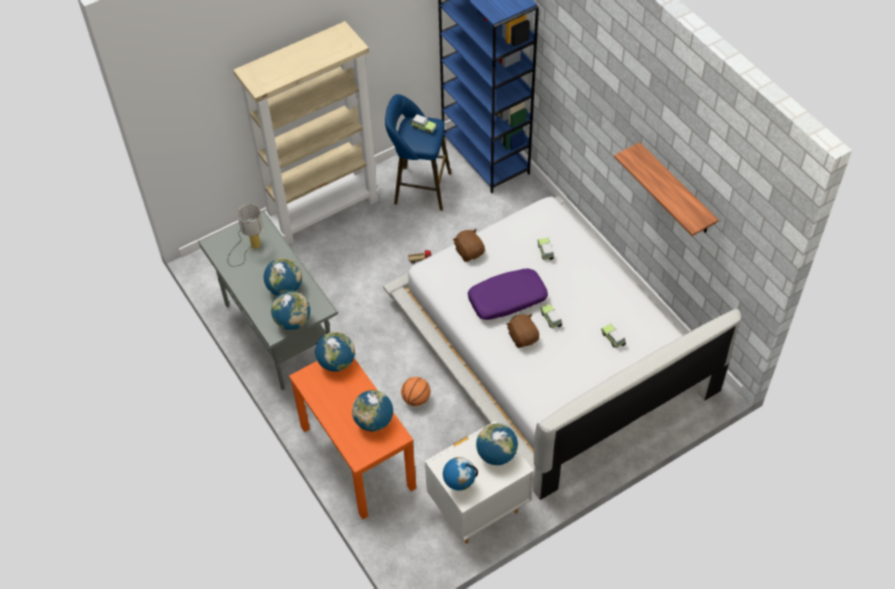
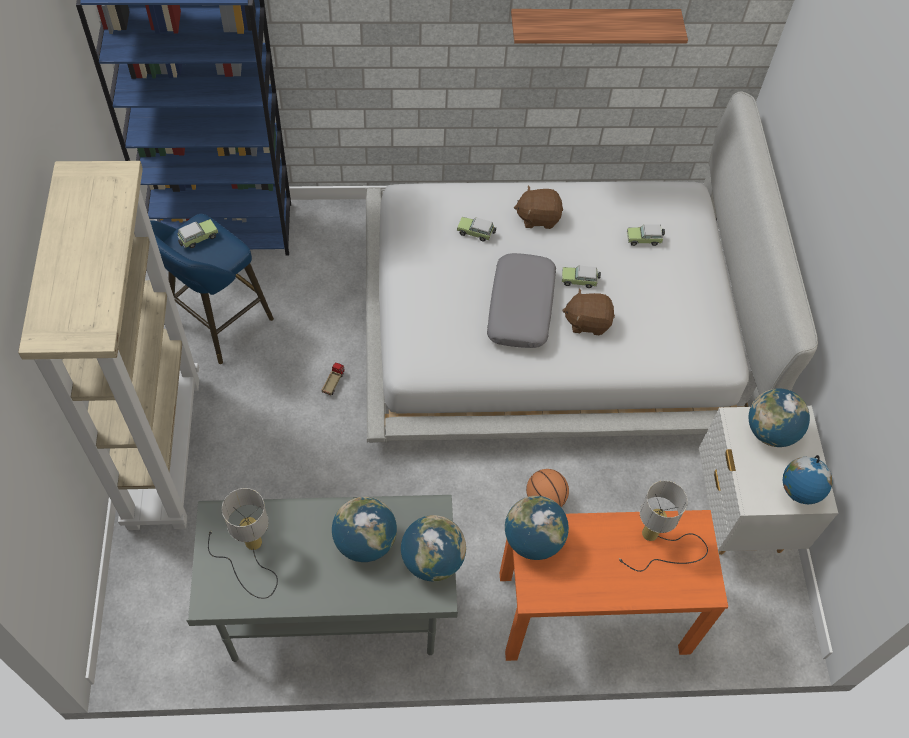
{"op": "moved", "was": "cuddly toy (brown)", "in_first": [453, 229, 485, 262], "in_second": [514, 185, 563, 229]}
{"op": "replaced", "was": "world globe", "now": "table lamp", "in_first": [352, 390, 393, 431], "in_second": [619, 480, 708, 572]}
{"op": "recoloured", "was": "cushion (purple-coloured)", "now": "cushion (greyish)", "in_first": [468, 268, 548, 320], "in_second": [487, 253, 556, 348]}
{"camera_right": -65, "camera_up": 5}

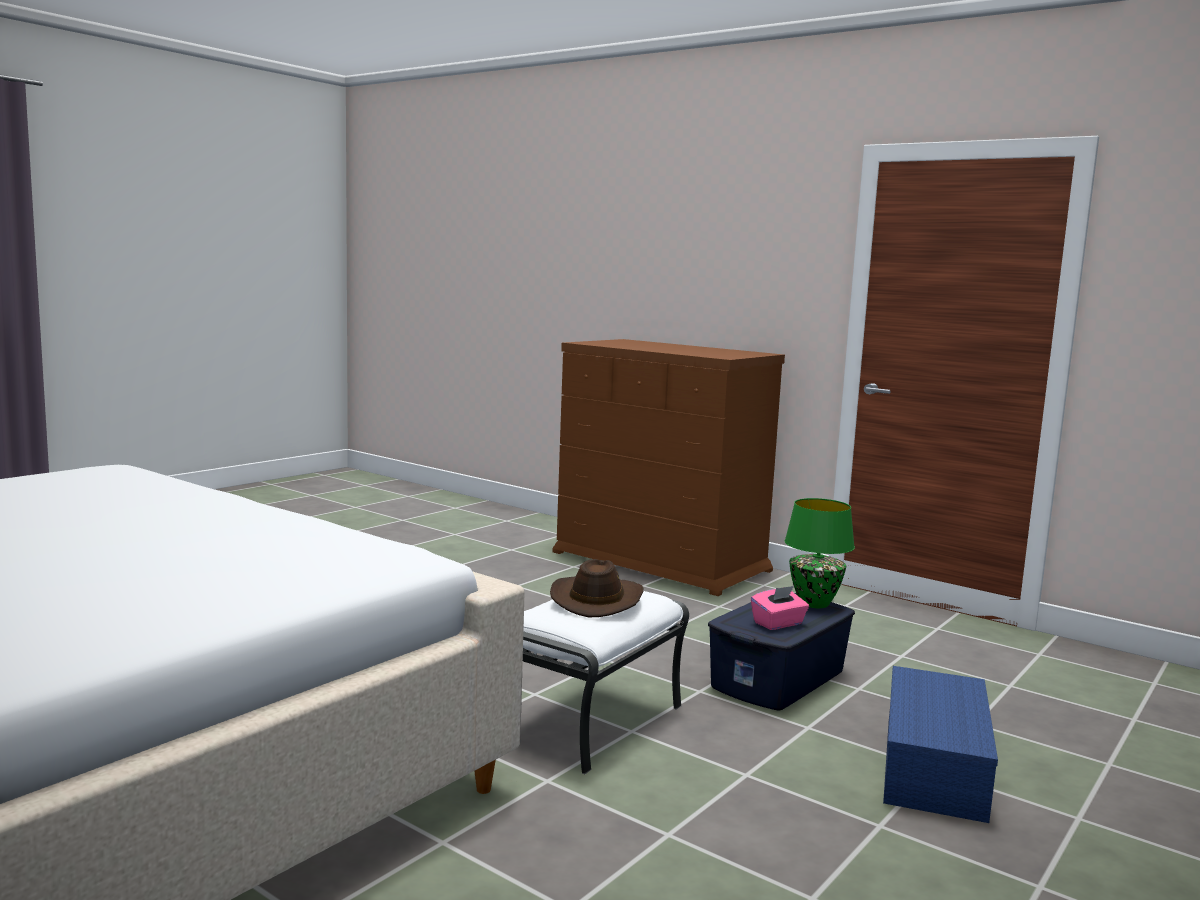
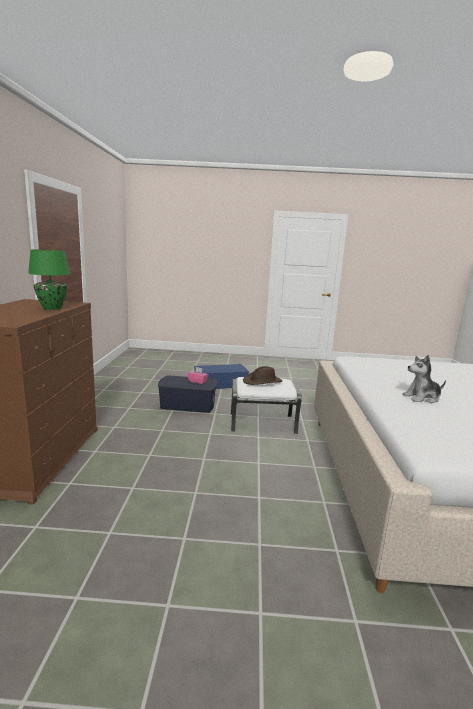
{"op": "added", "now": "cuddly toy", "in_second": [403, 355, 446, 403]}
{"op": "moved", "was": "table lamp (green)", "in_first": [785, 498, 855, 608], "in_second": [28, 250, 70, 310]}
{"camera_right": -125, "camera_up": 5}

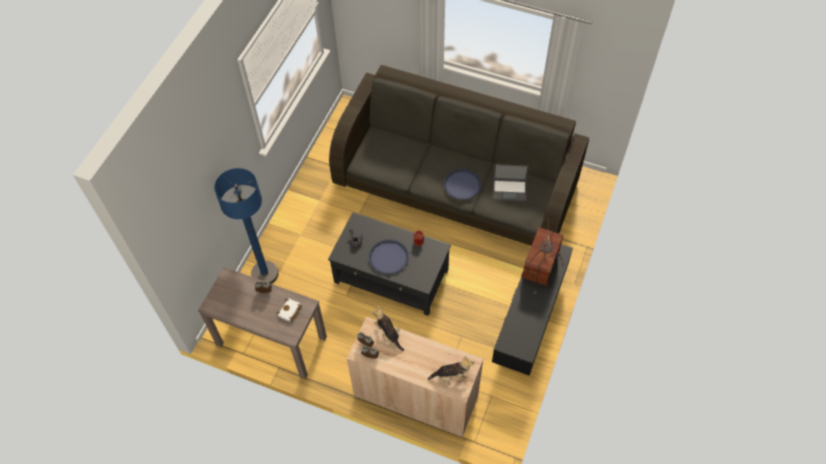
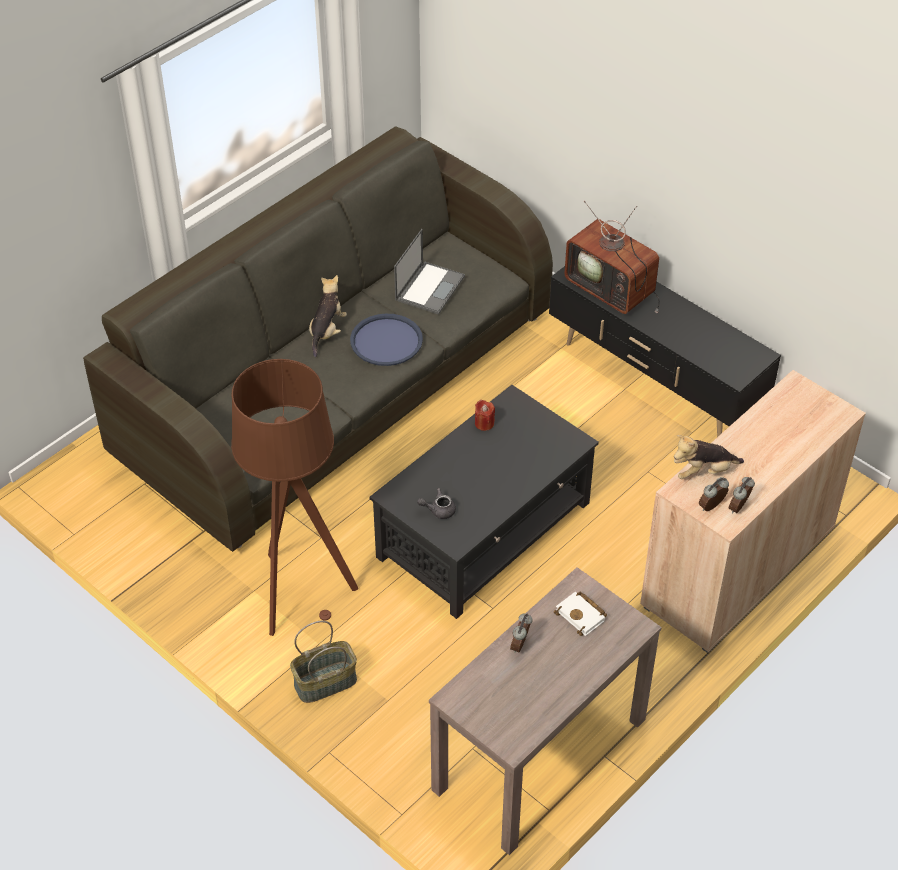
{"op": "removed", "was": "standard lamp (blue-coloured)", "in_first": [214, 168, 279, 284]}
{"op": "removed", "was": "serving tray (blue-coloured)", "in_first": [368, 239, 409, 275]}
{"op": "added", "now": "standard lamp (brown)", "in_second": [231, 359, 358, 636]}
{"op": "added", "now": "basket", "in_second": [290, 621, 357, 703]}
{"op": "moved", "was": "cuddly toy", "in_first": [428, 356, 474, 385], "in_second": [309, 275, 347, 357]}
{"camera_right": -70, "camera_up": -10}

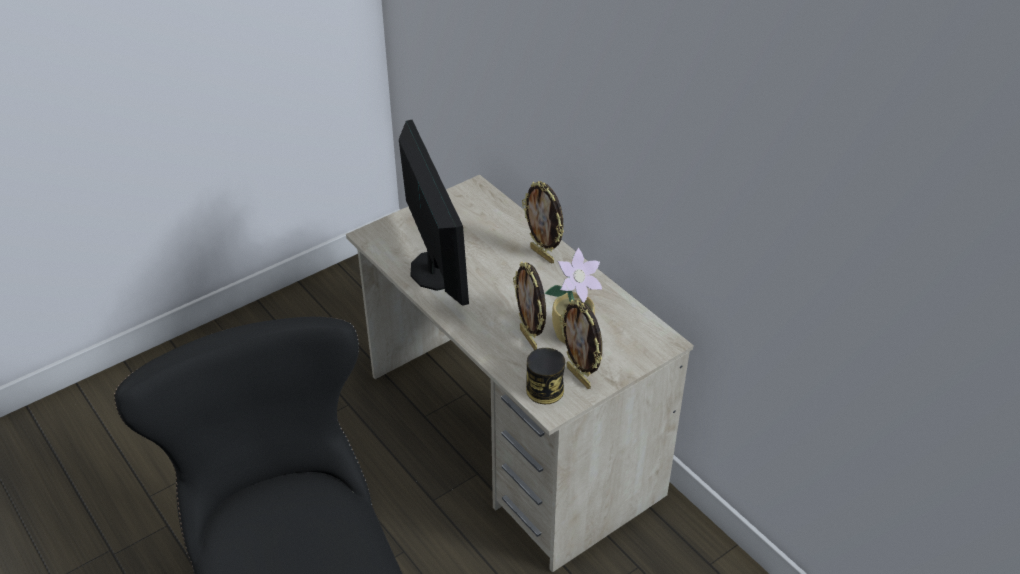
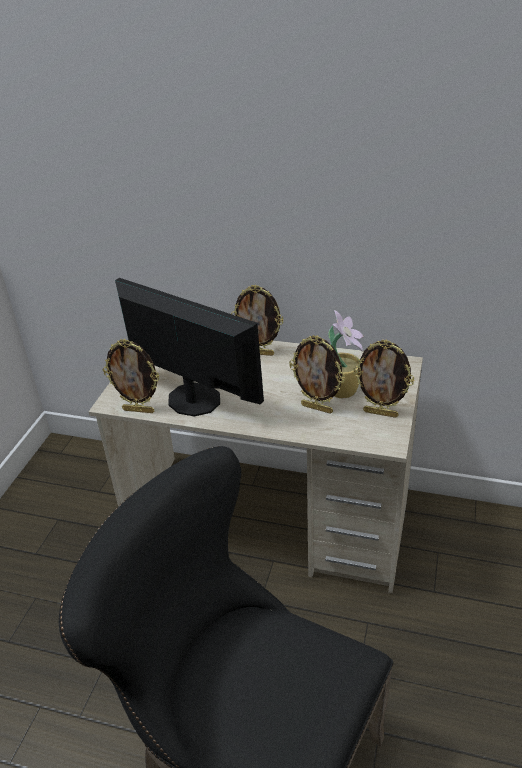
{"op": "removed", "was": "can", "in_first": [526, 348, 565, 404]}
{"op": "added", "now": "photo frame", "in_second": [103, 339, 159, 413]}
{"camera_right": -35, "camera_up": -5}

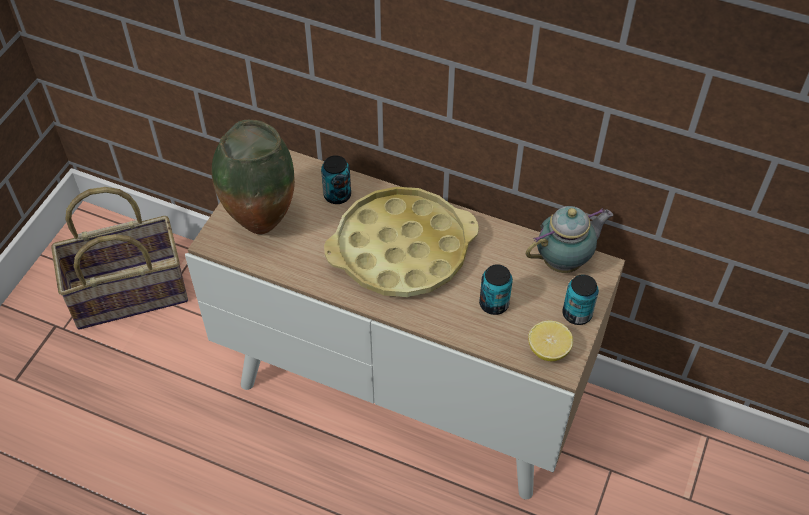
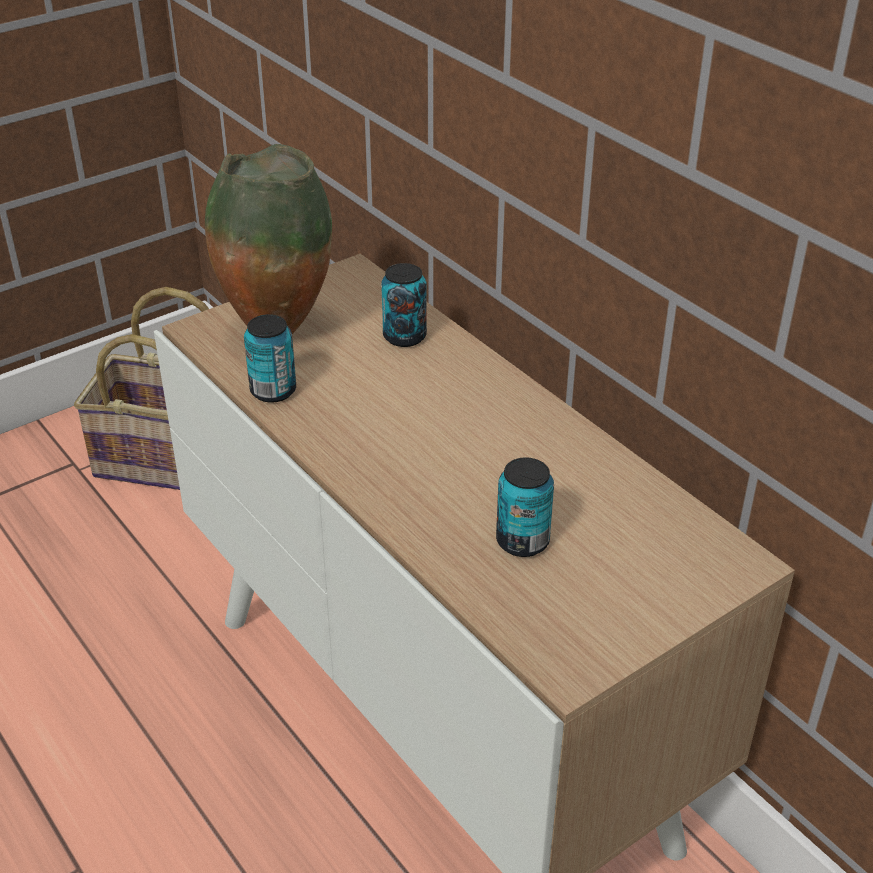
{"op": "removed", "was": "serving tray (yellow-coloured)", "in_first": [324, 187, 479, 297]}
{"op": "removed", "was": "pot for tea", "in_first": [526, 206, 613, 273]}
{"op": "removed", "was": "whole lemon", "in_first": [528, 321, 573, 361]}
{"op": "moved", "was": "can", "in_first": [562, 274, 599, 325], "in_second": [244, 314, 296, 403]}
{"camera_right": 30, "camera_up": -15}

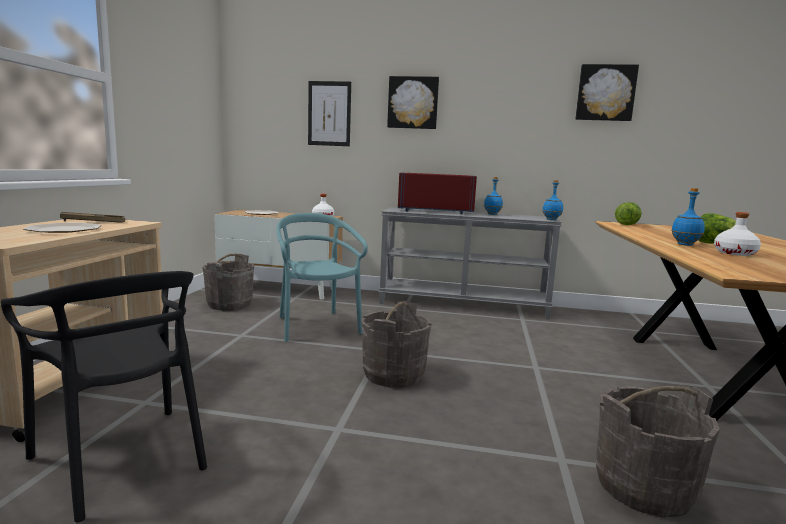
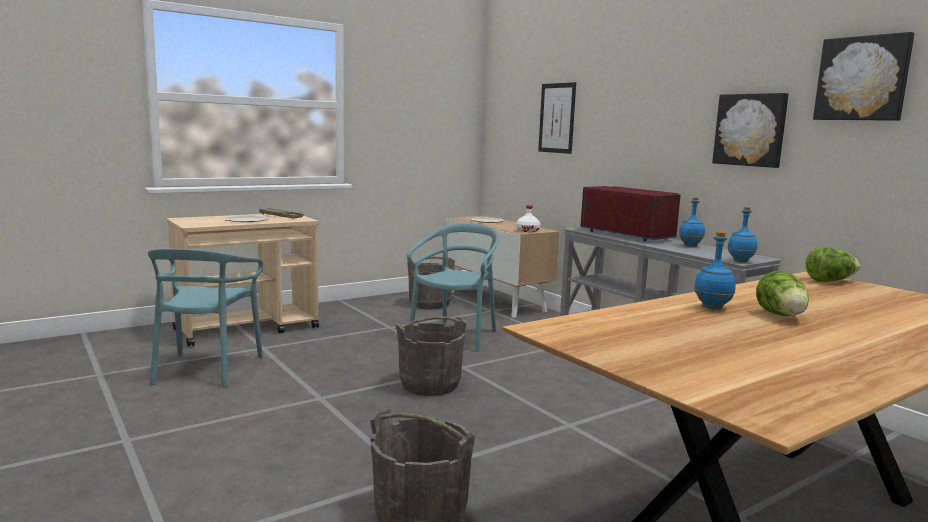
{"op": "removed", "was": "drink bottle (whitish)", "in_first": [714, 212, 761, 256]}
{"op": "moved", "was": "wall picture", "in_first": [387, 76, 439, 129], "in_second": [712, 93, 789, 168]}
{"op": "recoloured", "was": "plain chair (black-coloured)", "now": "plain chair (turquoise)", "in_first": [1, 271, 207, 522], "in_second": [148, 249, 263, 387]}
{"camera_right": 45, "camera_up": 0}

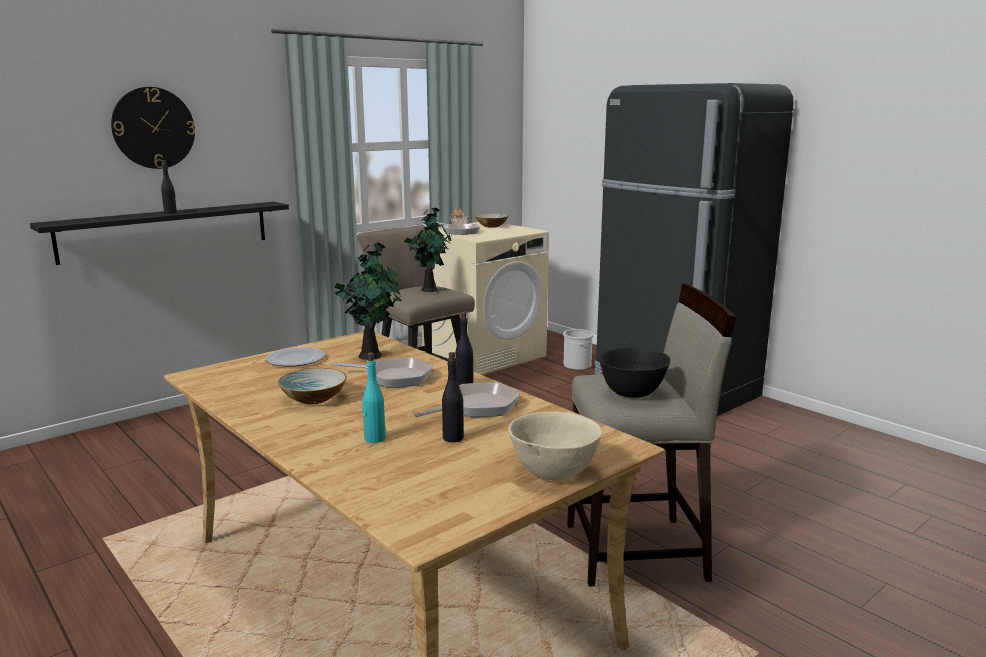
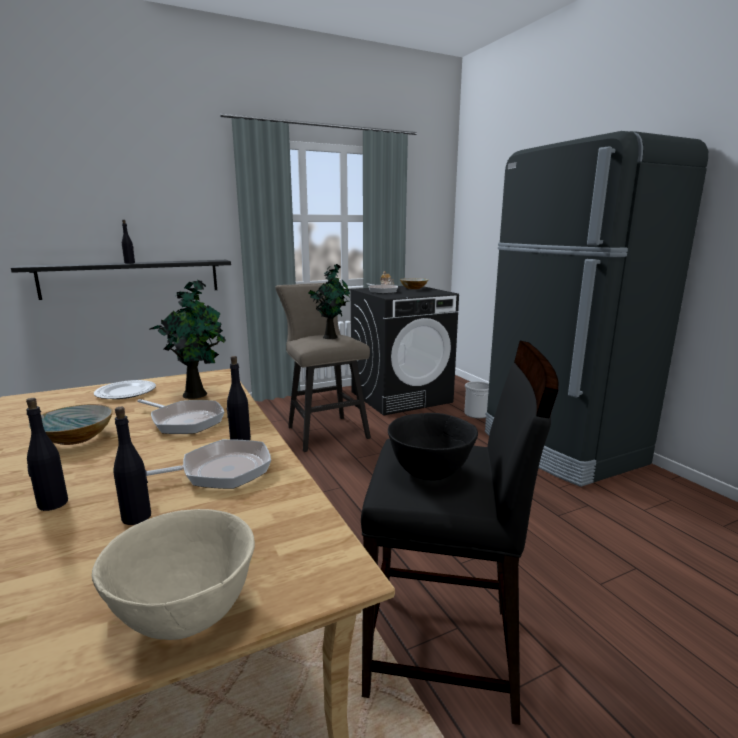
{"op": "removed", "was": "wall clock", "in_first": [111, 87, 195, 169]}
{"op": "recoloured", "was": "drink bottle (turquoise)", "now": "drink bottle (black-coloured)", "in_first": [362, 352, 386, 443], "in_second": [26, 398, 68, 511]}
{"op": "recoloured", "was": "laundry appliance (beige)", "now": "laundry appliance (black-coloured)", "in_first": [421, 222, 549, 375], "in_second": [349, 286, 459, 416]}
{"op": "recoloured", "was": "stool seat (beige)", "now": "stool seat (black-coloured)", "in_first": [567, 284, 737, 587], "in_second": [361, 341, 558, 725]}
{"camera_right": 15, "camera_up": 0}

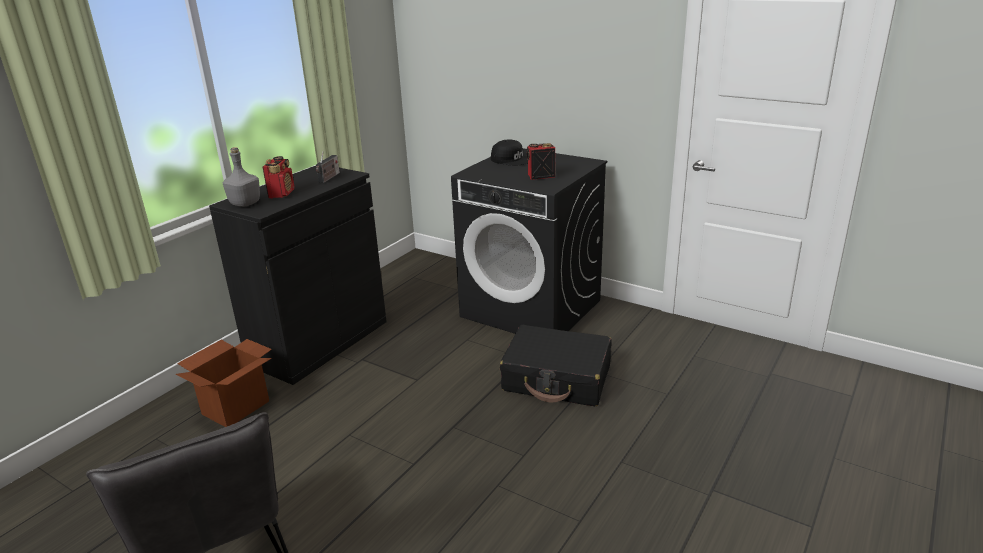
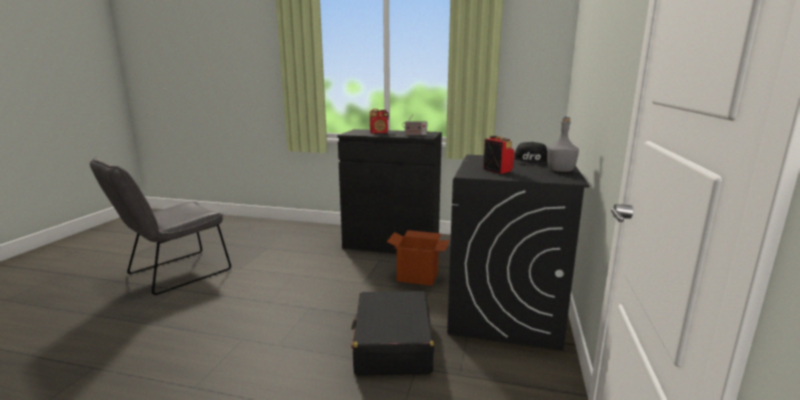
{"op": "moved", "was": "carton", "in_first": [176, 339, 272, 427], "in_second": [387, 230, 450, 286]}
{"op": "moved", "was": "drink bottle (greyish)", "in_first": [223, 147, 260, 207], "in_second": [547, 117, 579, 172]}
{"camera_right": 70, "camera_up": -10}

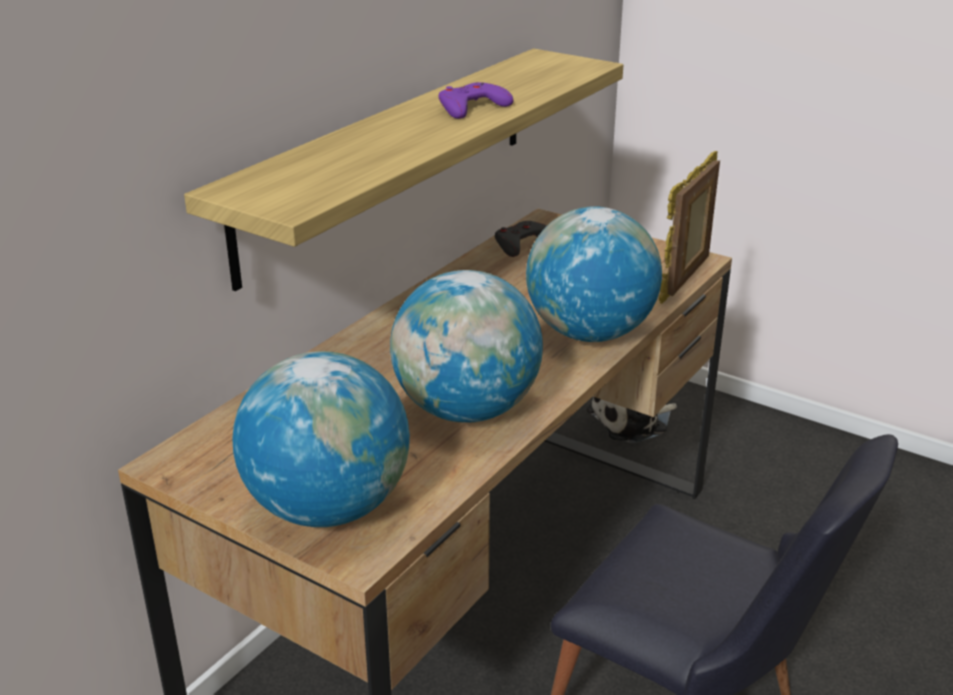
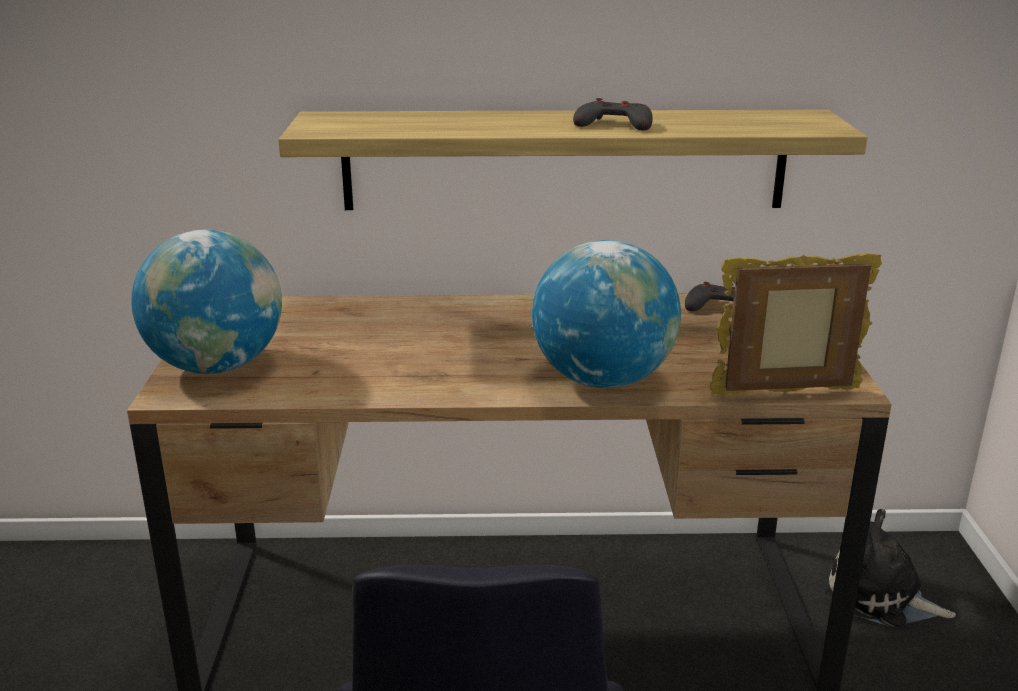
{"op": "removed", "was": "world globe", "in_first": [390, 270, 543, 423]}
{"op": "recoloured", "was": "joypad (purple-coloured)", "now": "joypad (greyish)", "in_first": [439, 82, 513, 119], "in_second": [573, 98, 653, 130]}
{"camera_right": 55, "camera_up": -5}

